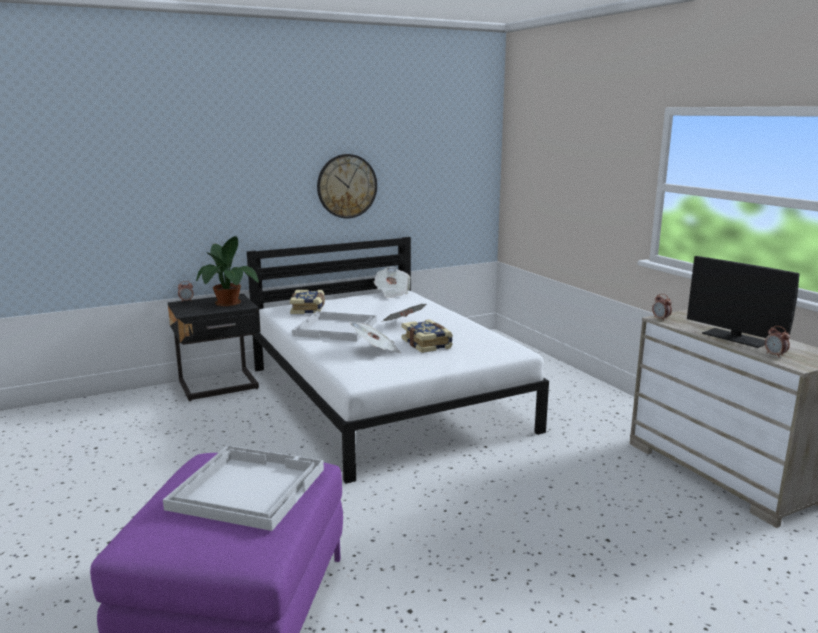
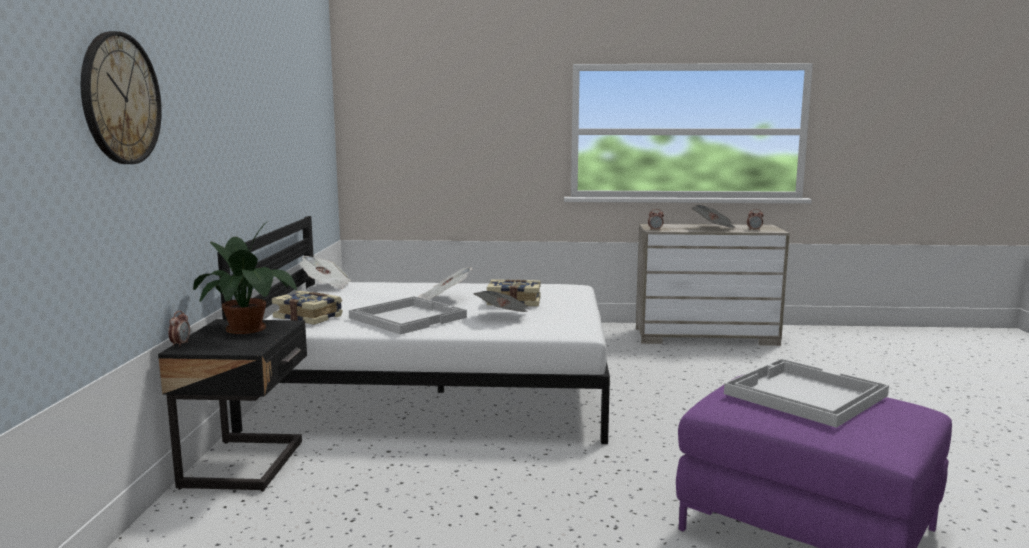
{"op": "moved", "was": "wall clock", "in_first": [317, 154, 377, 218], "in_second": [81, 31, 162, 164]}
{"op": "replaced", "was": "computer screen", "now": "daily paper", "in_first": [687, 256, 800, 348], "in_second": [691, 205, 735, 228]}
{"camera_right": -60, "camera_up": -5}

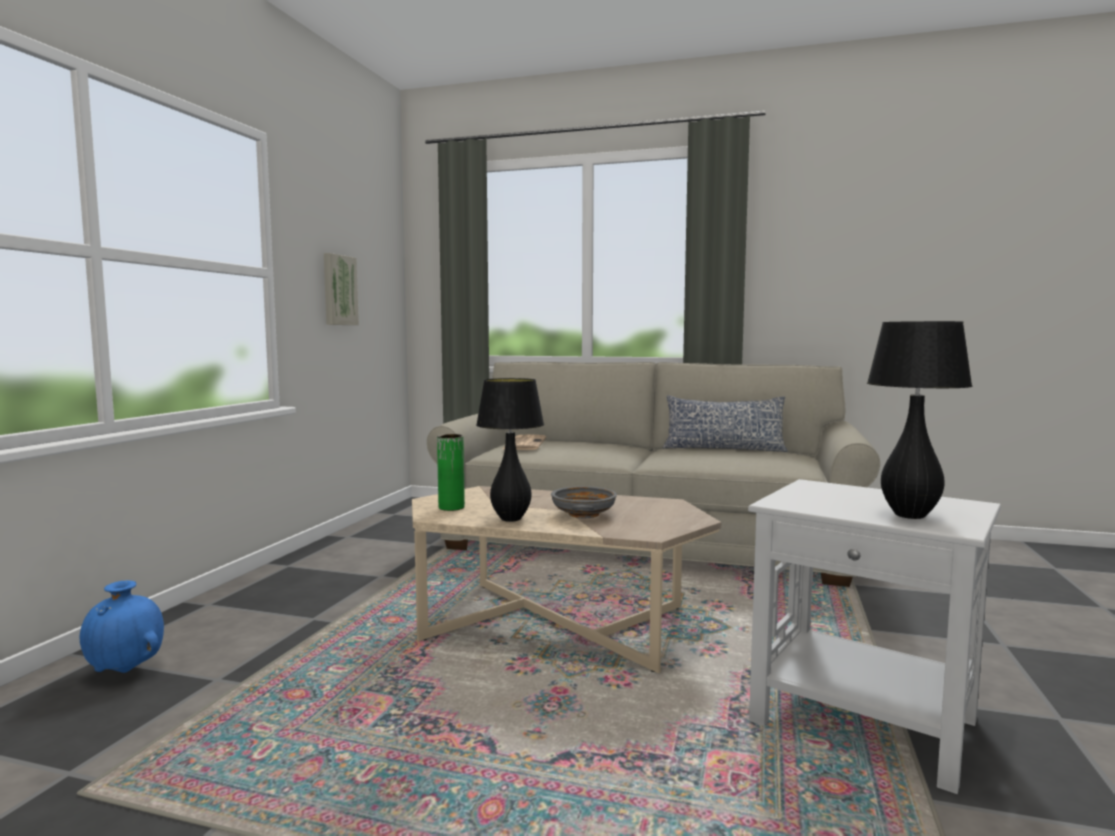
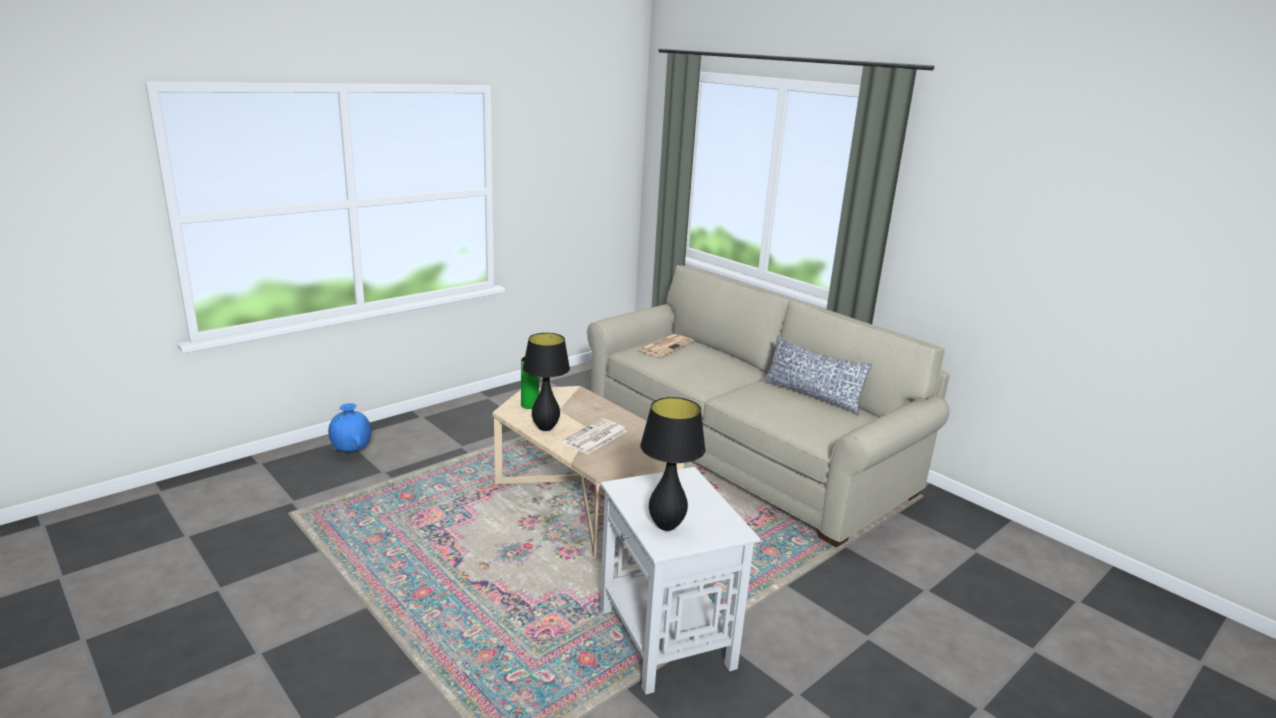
{"op": "removed", "was": "wall picture", "in_first": [324, 253, 359, 325]}
{"op": "replaced", "was": "bowl (greyish)", "now": "daily paper", "in_first": [551, 486, 617, 518], "in_second": [561, 419, 627, 454]}
{"camera_right": 30, "camera_up": 15}

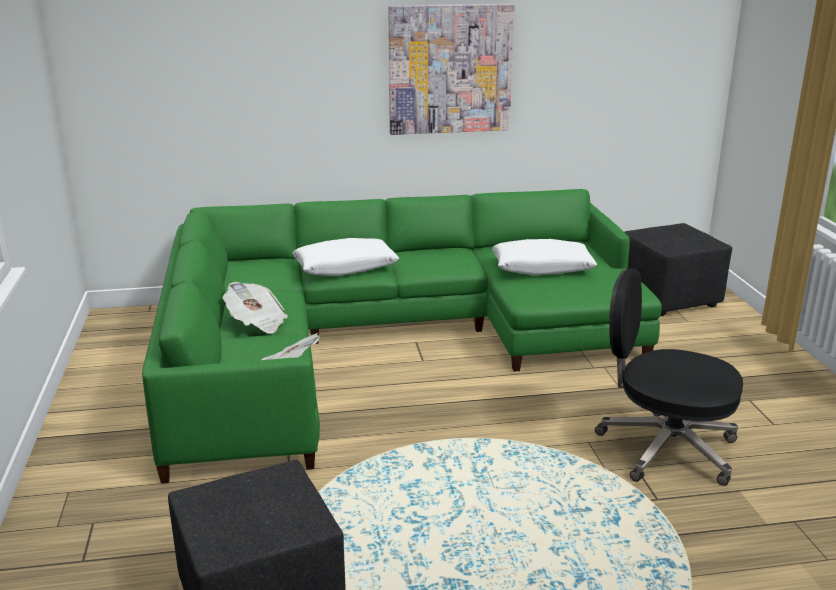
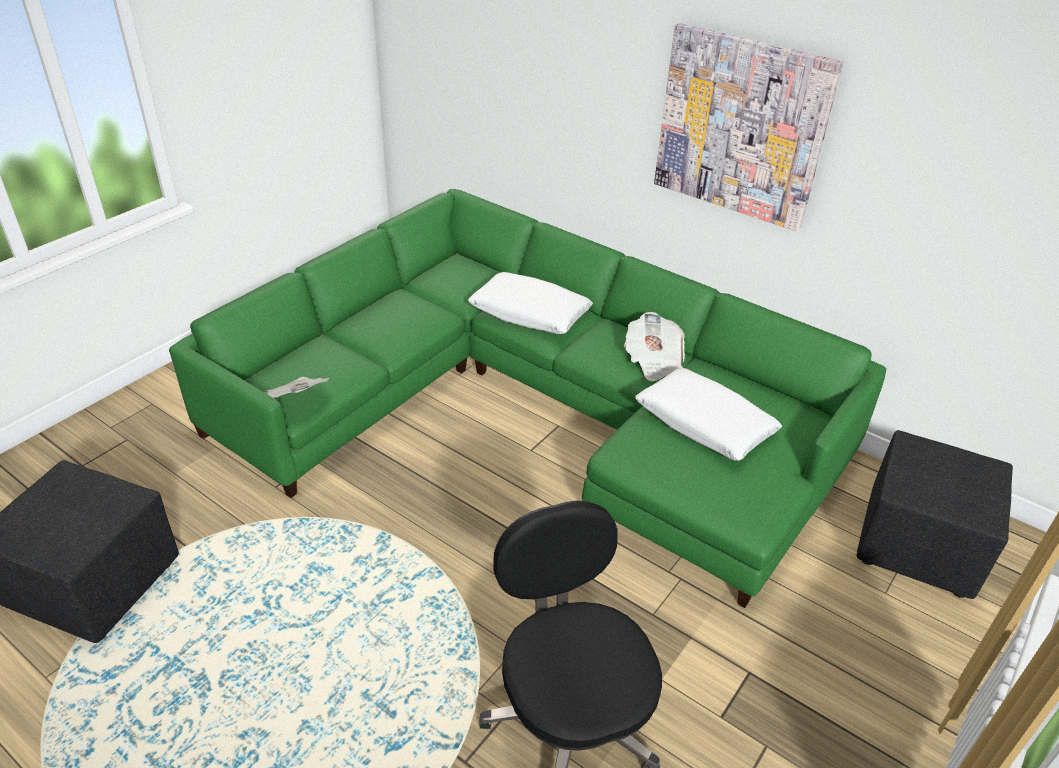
{"op": "moved", "was": "daily paper", "in_first": [223, 282, 288, 334], "in_second": [624, 312, 685, 381]}
{"camera_right": 45, "camera_up": 15}

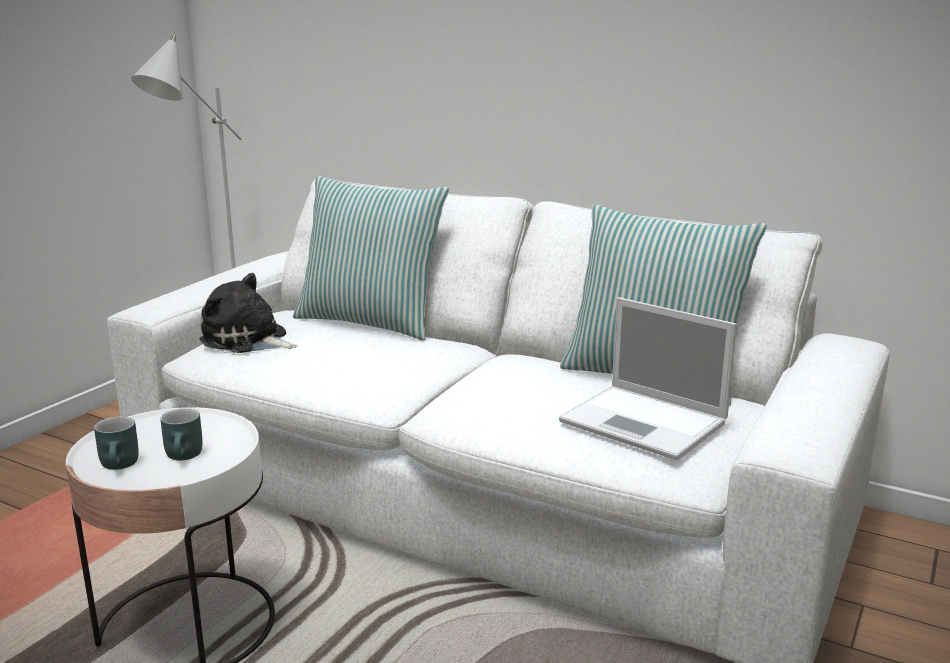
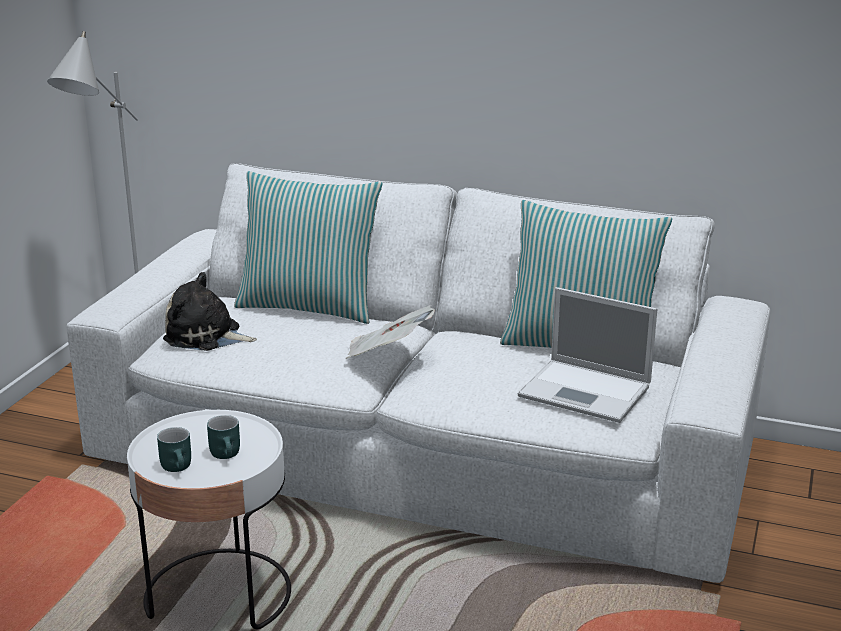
{"op": "added", "now": "daily paper", "in_second": [346, 305, 435, 359]}
{"camera_right": -10, "camera_up": 5}

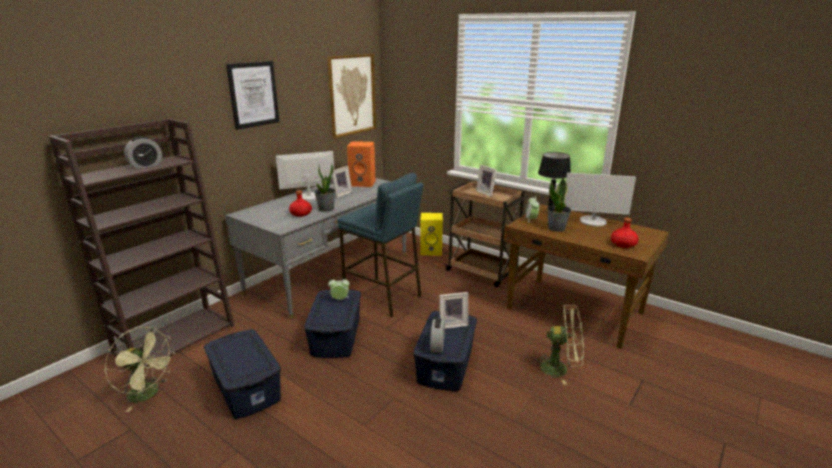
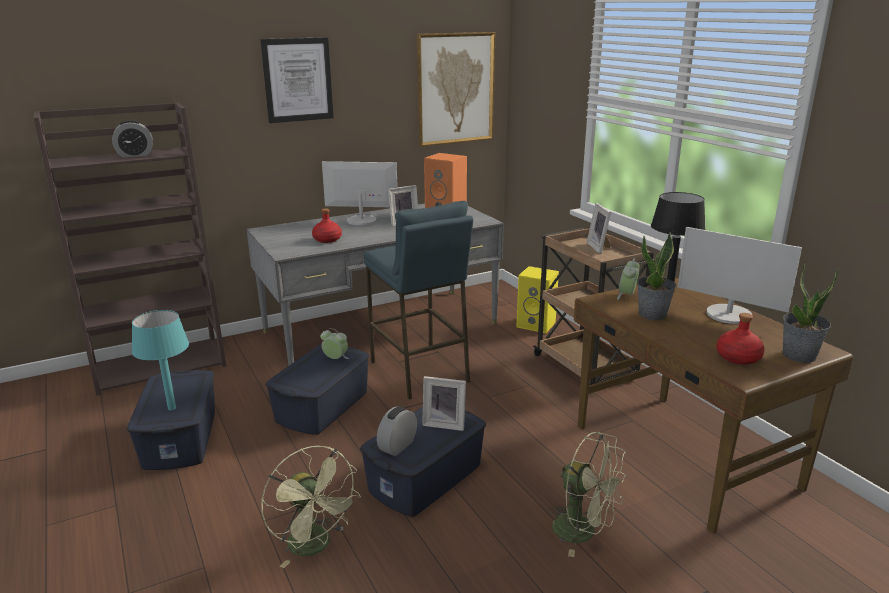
{"op": "added", "now": "table lamp (turquoise)", "in_second": [132, 310, 189, 410]}
{"op": "moved", "was": "cooling fan (green)", "in_first": [105, 327, 176, 412], "in_second": [261, 446, 361, 568]}
{"op": "moved", "was": "potted plant", "in_first": [314, 164, 336, 212], "in_second": [783, 264, 839, 363]}
{"camera_right": 25, "camera_up": 0}

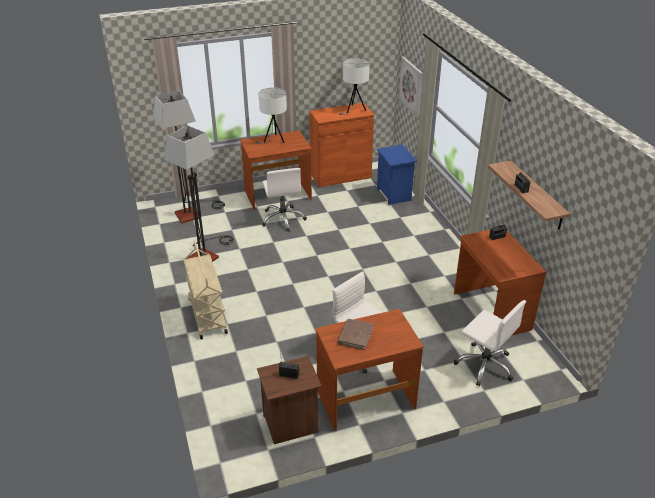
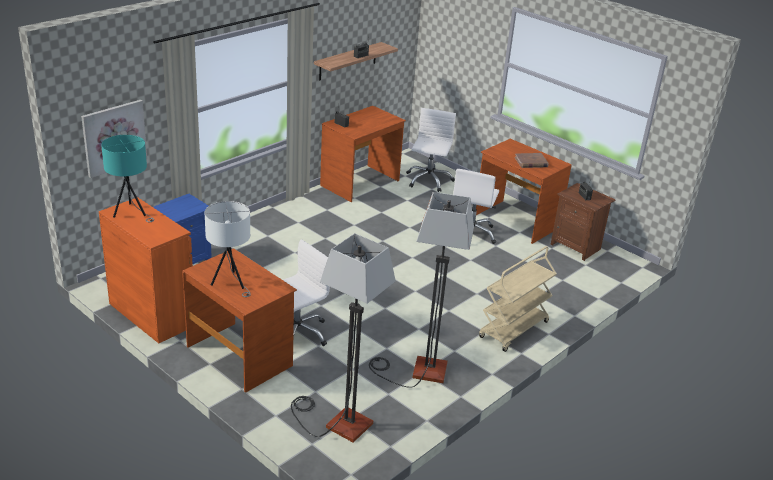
{"op": "recoloured", "was": "table lamp (whitish)", "now": "table lamp (turquoise)", "in_first": [339, 58, 370, 115], "in_second": [101, 135, 154, 222]}
{"camera_right": -120, "camera_up": -5}

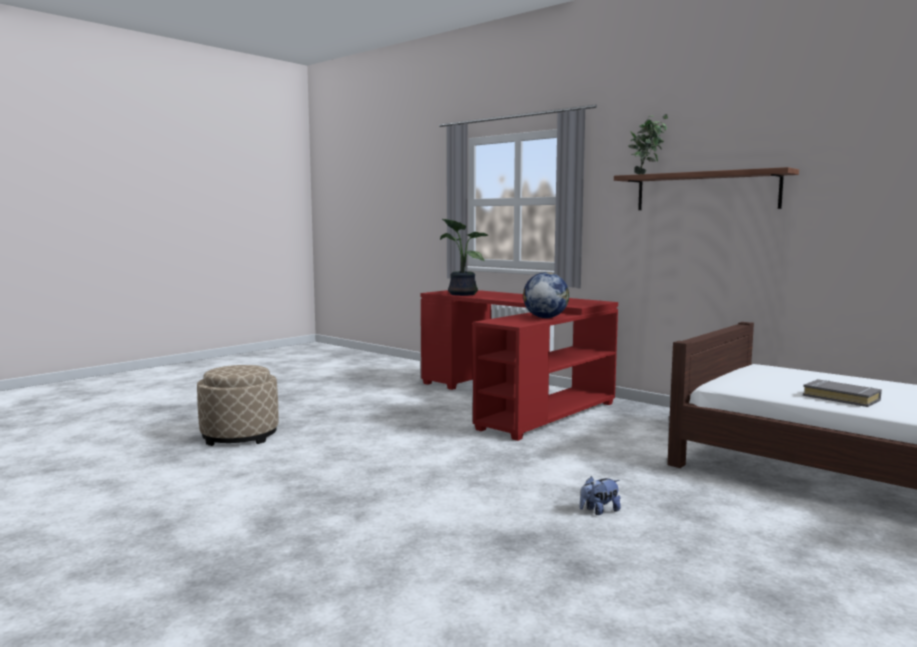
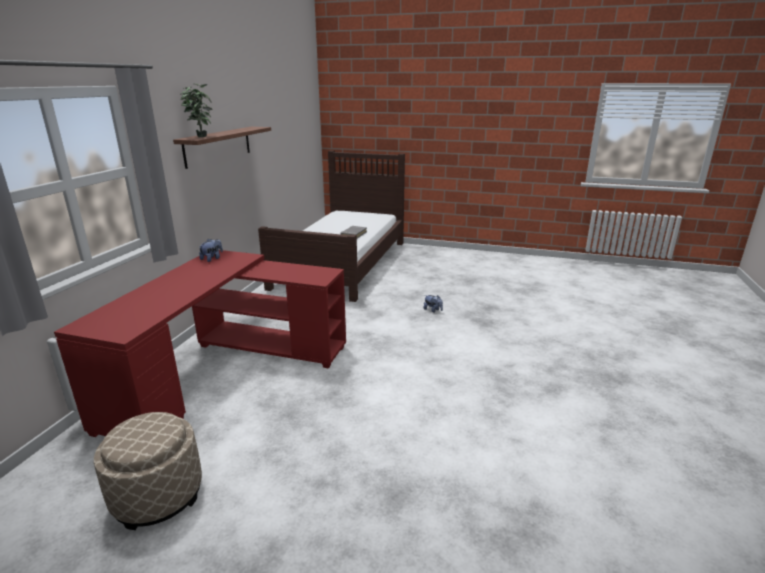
{"op": "removed", "was": "potted plant", "in_first": [440, 219, 488, 296]}
{"op": "removed", "was": "world globe", "in_first": [523, 272, 569, 318]}
{"op": "added", "now": "cuddly toy", "in_second": [199, 239, 223, 262]}
{"op": "moved", "was": "ottoman (beige)", "in_first": [197, 365, 278, 446], "in_second": [94, 412, 202, 530]}
{"camera_right": -115, "camera_up": 15}

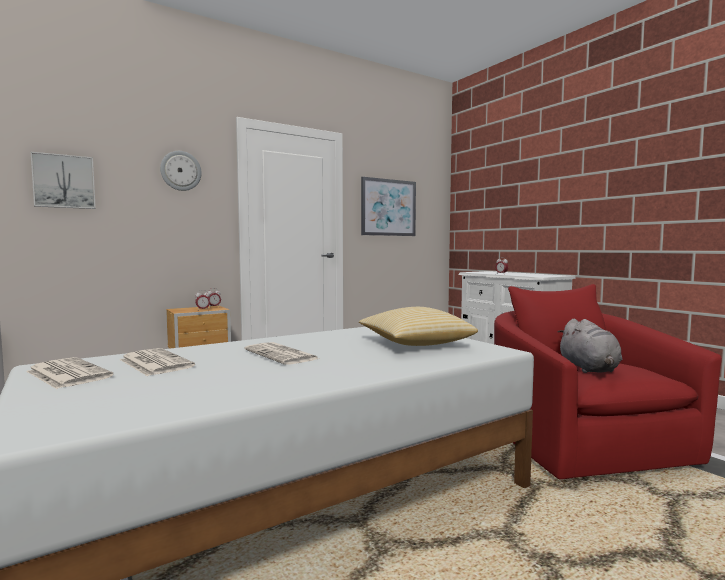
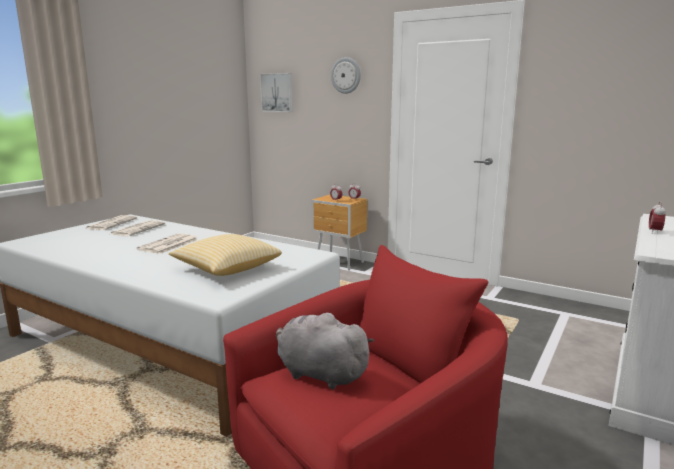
{"op": "removed", "was": "wall picture", "in_first": [361, 177, 416, 236]}
{"op": "turned", "was": "cuddly toy (greyish)", "in_first": [557, 319, 622, 373], "in_second": [276, 312, 374, 389], "clockwise": 60}
{"camera_right": 65, "camera_up": 10}

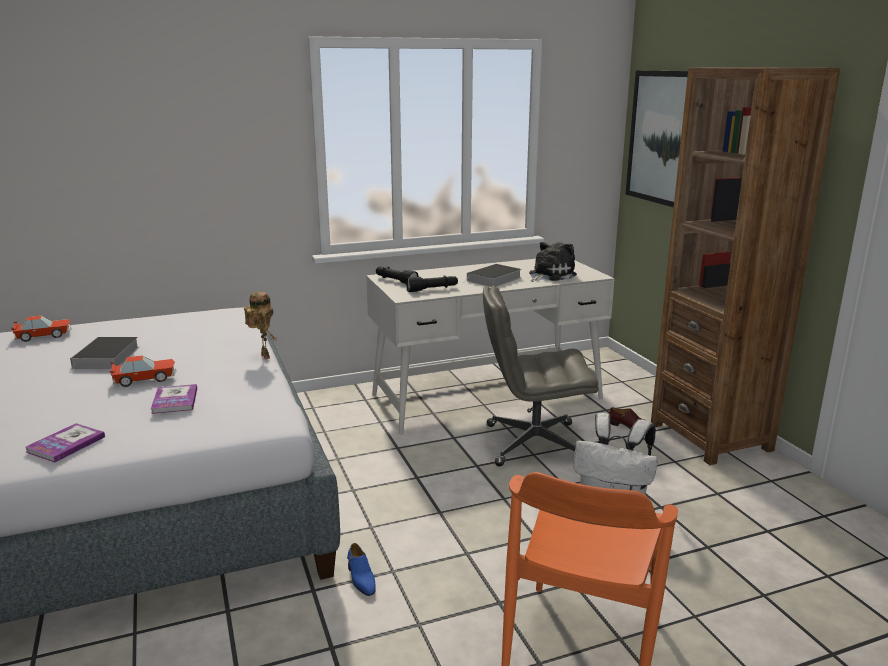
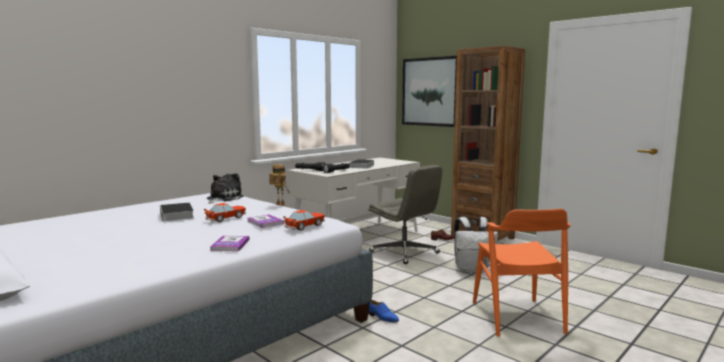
{"op": "moved", "was": "toy car", "in_first": [11, 316, 72, 342], "in_second": [283, 210, 325, 231]}
{"op": "moved", "was": "cuddly toy", "in_first": [529, 242, 577, 282], "in_second": [207, 173, 243, 204]}
{"op": "turned", "was": "desk chair (greyish)", "in_first": [483, 286, 599, 467], "in_second": [368, 165, 442, 264], "clockwise": -105}
{"camera_right": -25, "camera_up": -10}

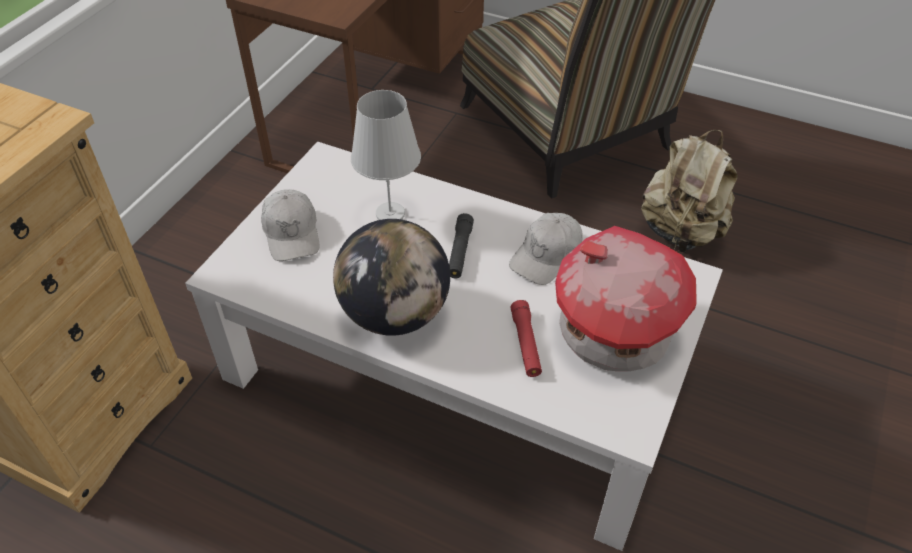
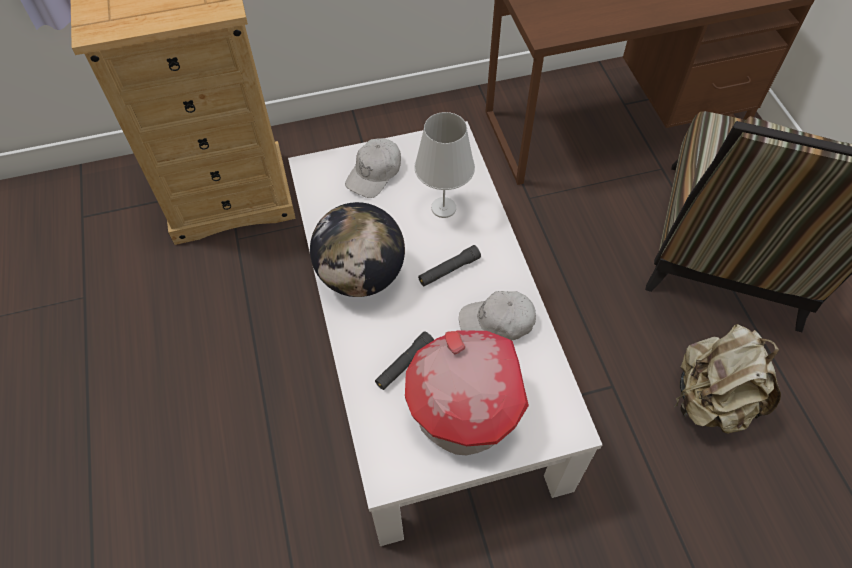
{"op": "recoloured", "was": "hand torch (reddish)", "now": "hand torch (black-coloured)", "in_first": [511, 300, 542, 377], "in_second": [375, 331, 434, 390]}
{"camera_right": 50, "camera_up": 10}

